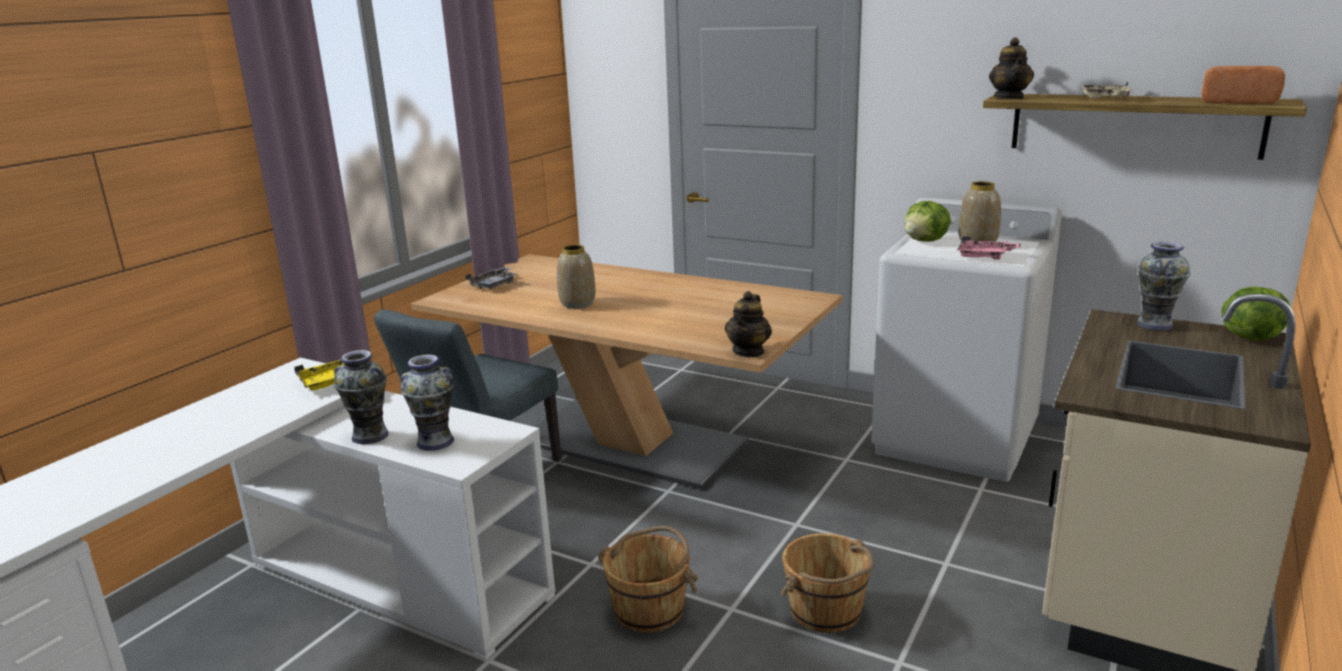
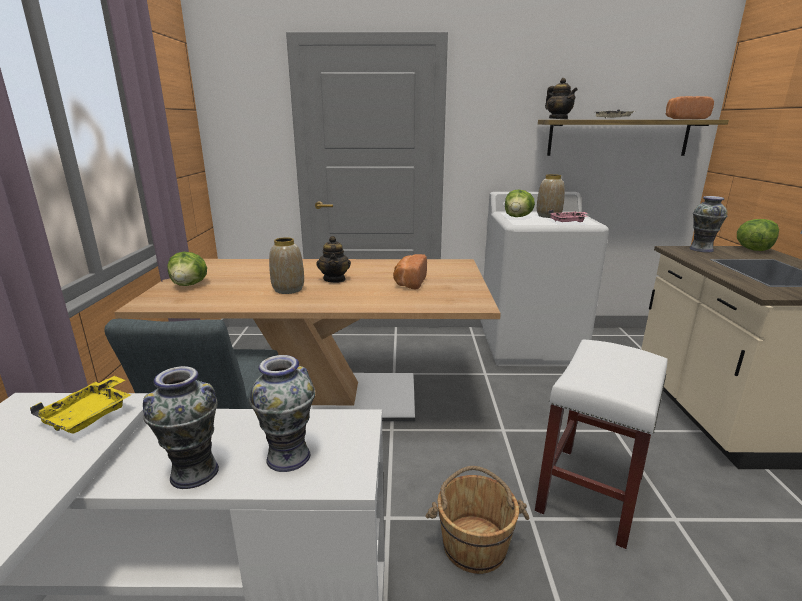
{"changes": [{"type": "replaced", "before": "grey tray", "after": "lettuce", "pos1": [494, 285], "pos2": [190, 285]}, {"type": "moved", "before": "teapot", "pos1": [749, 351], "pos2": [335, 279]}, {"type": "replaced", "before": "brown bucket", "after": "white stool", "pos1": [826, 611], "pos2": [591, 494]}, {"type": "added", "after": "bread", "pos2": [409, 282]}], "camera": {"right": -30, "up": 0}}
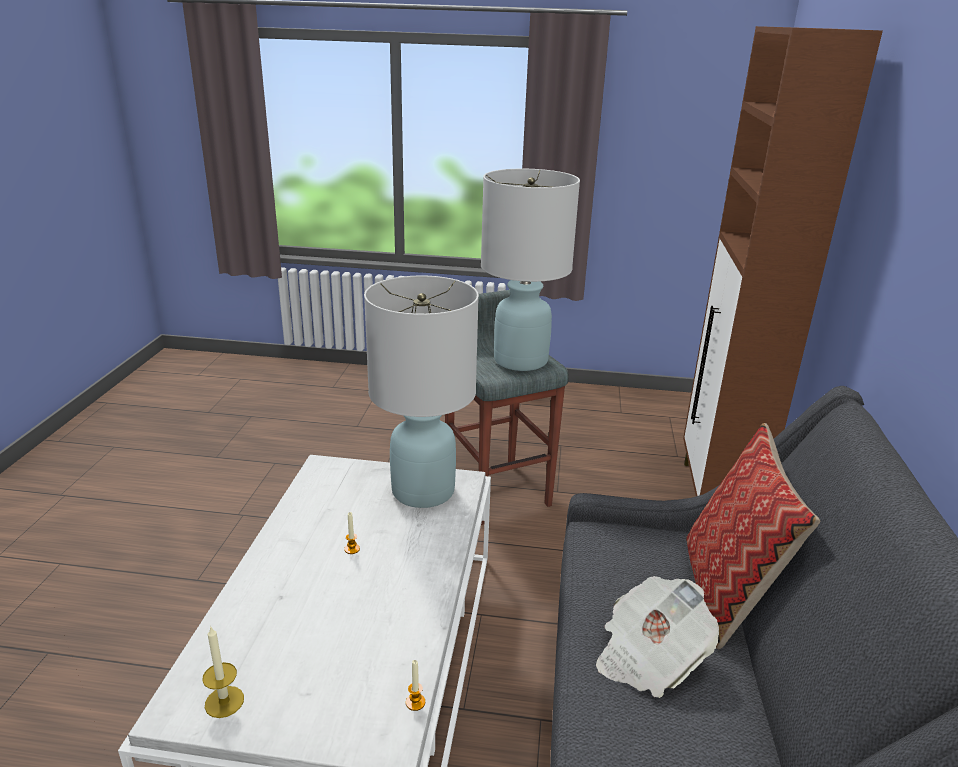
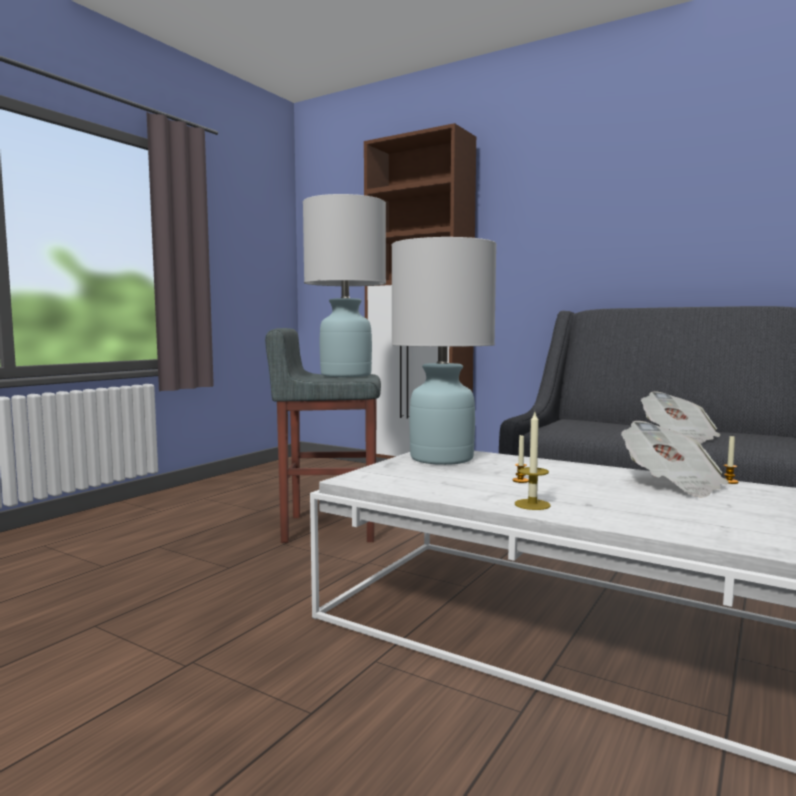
{"changes": [{"type": "moved", "before": "candle", "pos1": [224, 702], "pos2": [532, 504]}, {"type": "removed", "before": "pillow", "pos1": [727, 592]}, {"type": "added", "after": "newspaper", "pos2": [672, 484]}], "camera": {"right": -65, "up": -20}}
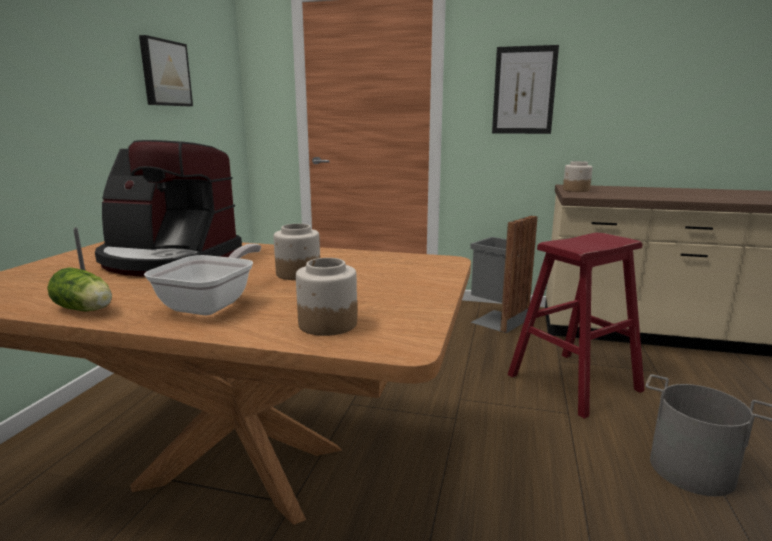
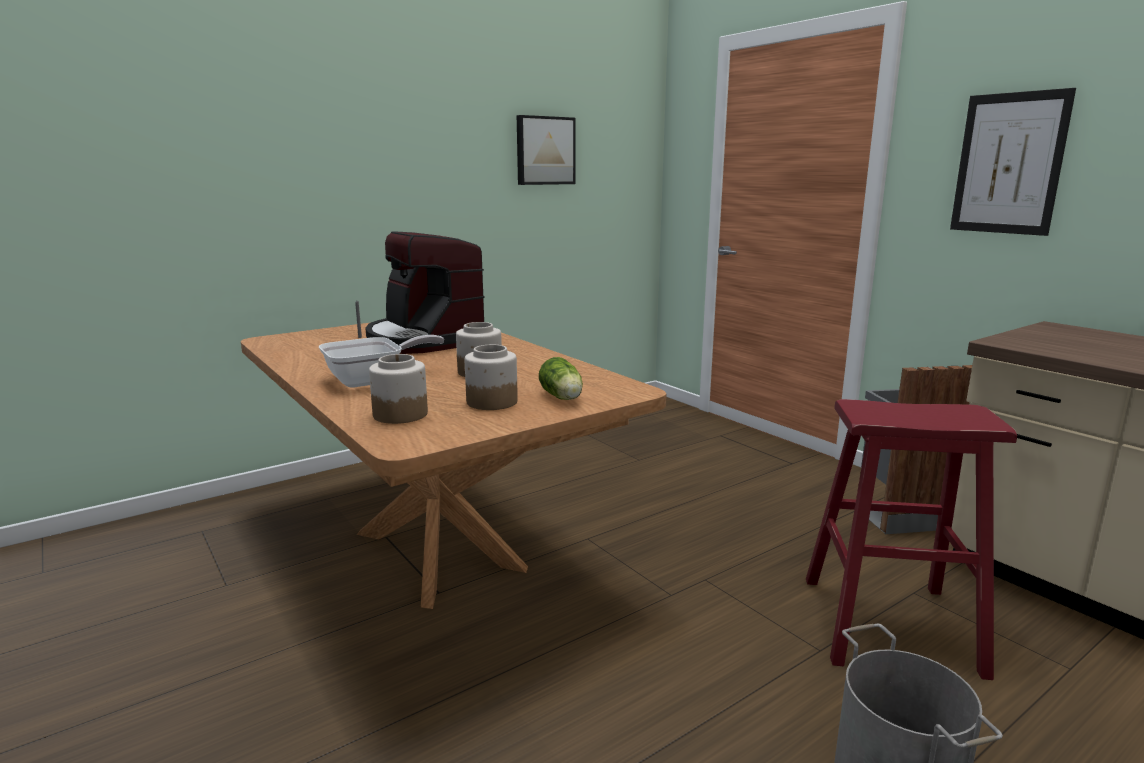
{"changes": [{"type": "moved", "before": "lettuce", "pos1": [86, 310], "pos2": [562, 398]}, {"type": "moved", "before": "jar", "pos1": [576, 190], "pos2": [491, 402]}], "camera": {"right": 40, "up": 0}}
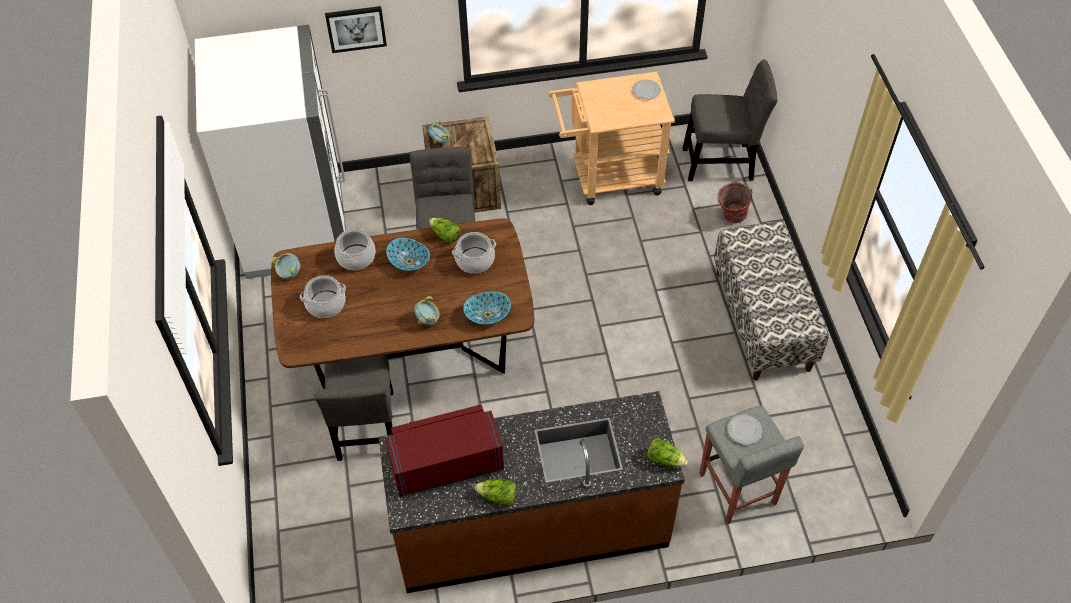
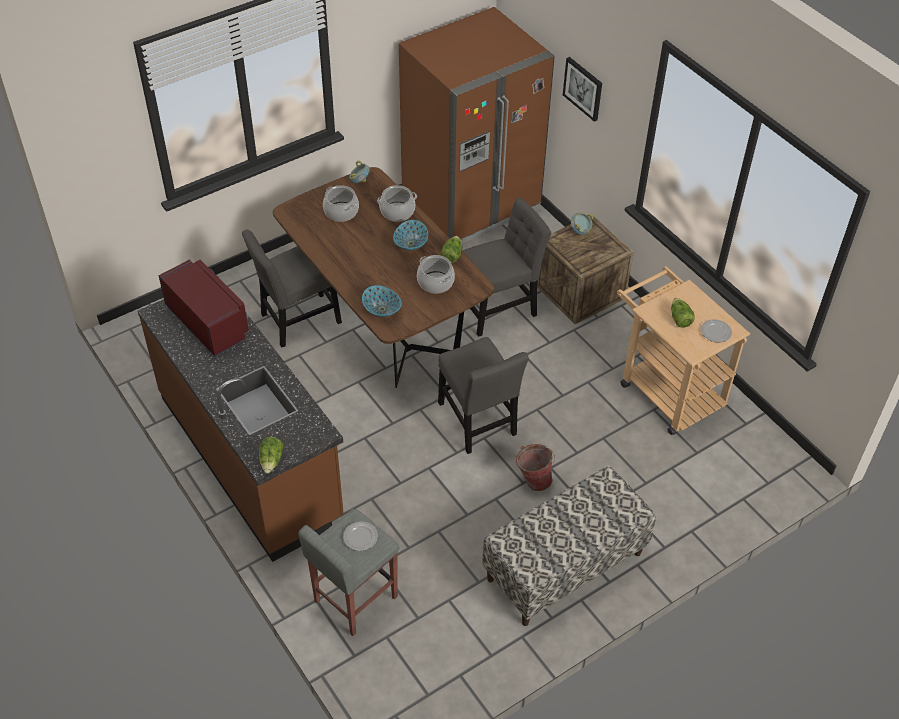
{"changes": [{"type": "recoloured", "before": "white fridge", "after": "brown fridge", "pos1": [295, 226], "pos2": [471, 204]}, {"type": "removed", "before": "bowl", "pos1": [428, 320]}, {"type": "moved", "before": "lettuce", "pos1": [497, 497], "pos2": [679, 319]}, {"type": "moved", "before": "grey chair", "pos1": [722, 163], "pos2": [478, 422]}, {"type": "moved", "before": "bucket", "pos1": [730, 217], "pos2": [533, 479]}], "camera": {"right": 65, "up": -5}}
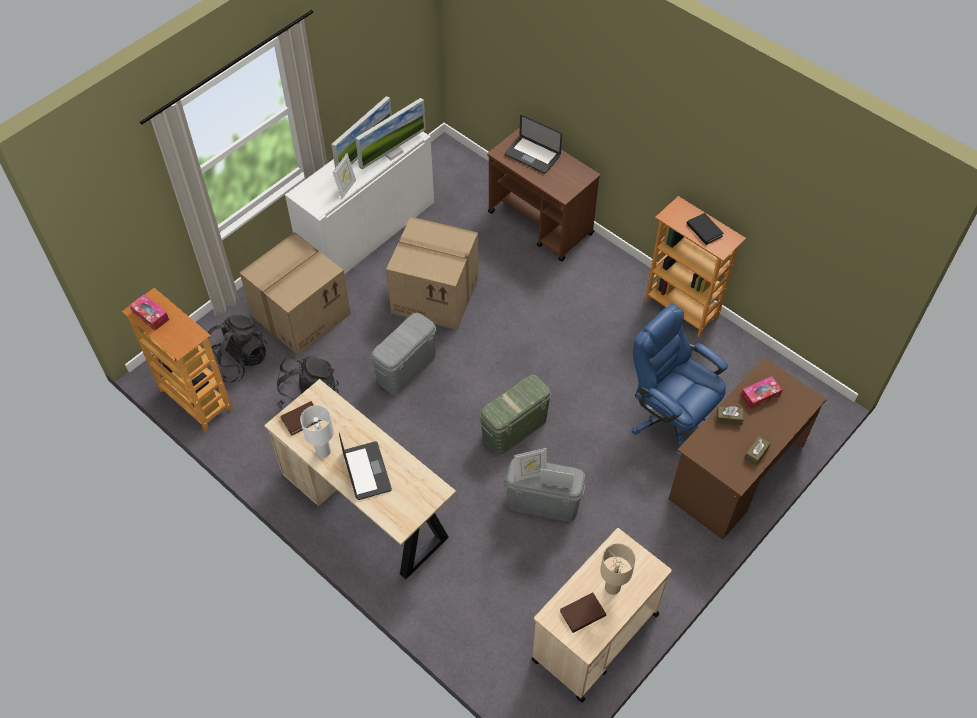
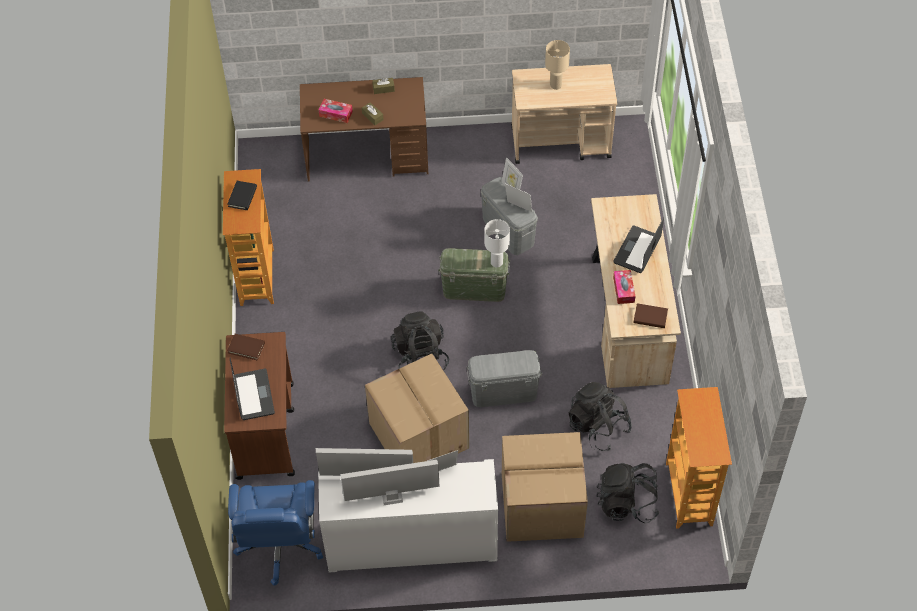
{"changes": [{"type": "moved", "before": "tissue box", "pos1": [150, 316], "pos2": [623, 290]}, {"type": "moved", "before": "white table lamp", "pos1": [322, 451], "pos2": [497, 262]}, {"type": "moved", "before": "brown book", "pos1": [582, 614], "pos2": [246, 348]}, {"type": "moved", "before": "blue office chair", "pos1": [670, 416], "pos2": [280, 545]}, {"type": "added", "after": "black backpack", "pos2": [420, 357]}], "camera": {"right": -135, "up": 0}}
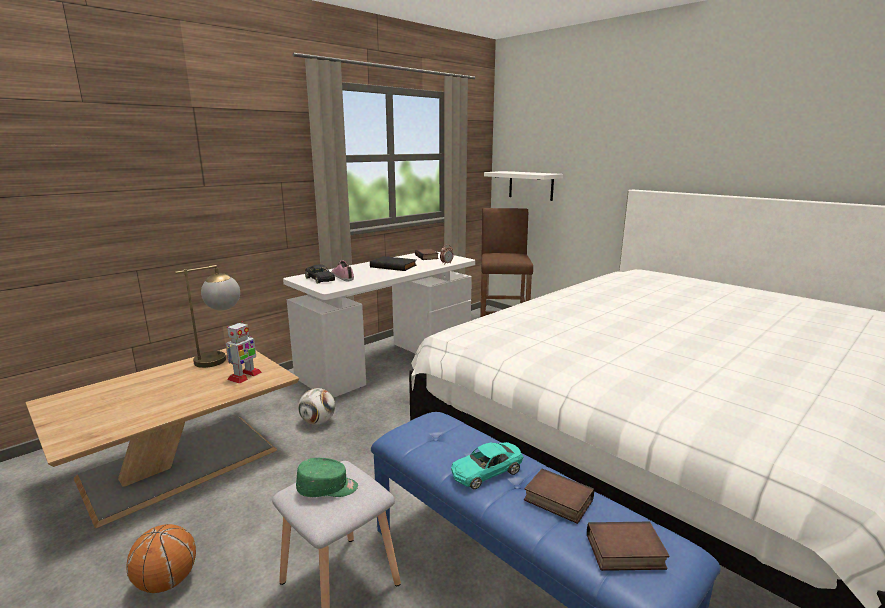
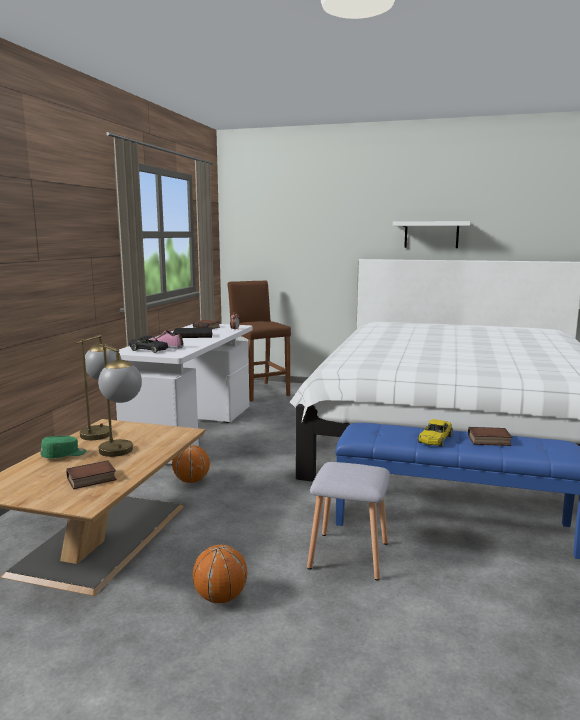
{"changes": [{"type": "removed", "before": "toy robot", "pos1": [244, 376]}, {"type": "moved", "before": "green cap", "pos1": [327, 488], "pos2": [64, 455]}, {"type": "replaced", "before": "football", "after": "basketball", "pos1": [318, 422], "pos2": [191, 481]}, {"type": "recoloured", "before": "turquoise toy car", "after": "yellow toy car", "pos1": [486, 472], "pos2": [435, 439]}, {"type": "moved", "before": "white shelf", "pos1": [531, 185], "pos2": [431, 235]}, {"type": "moved", "before": "book", "pos1": [624, 553], "pos2": [91, 480]}, {"type": "added", "after": "table lamp", "pos2": [121, 454]}], "camera": {"right": -30, "up": -5}}
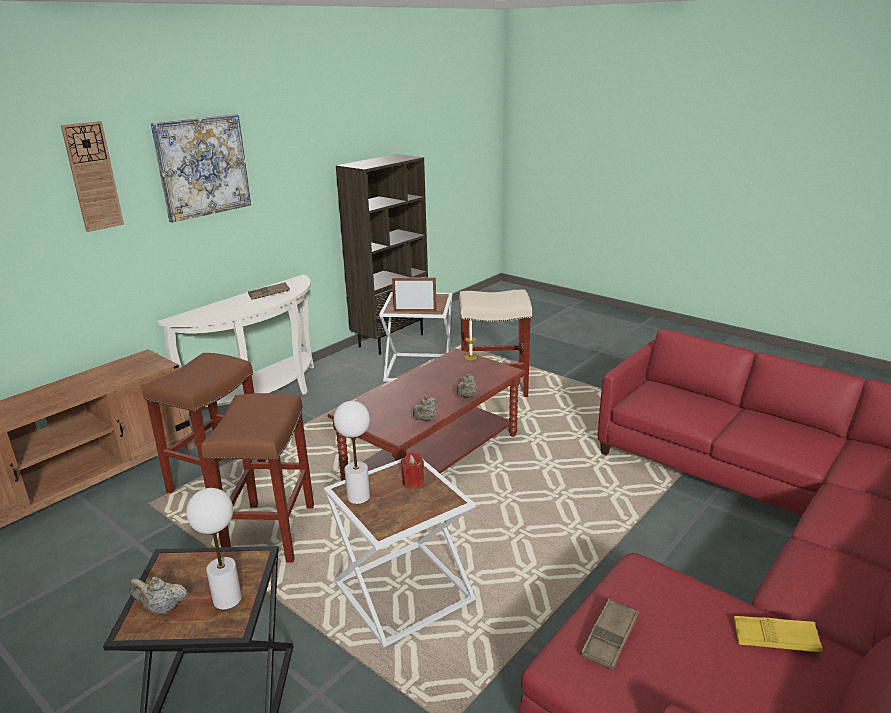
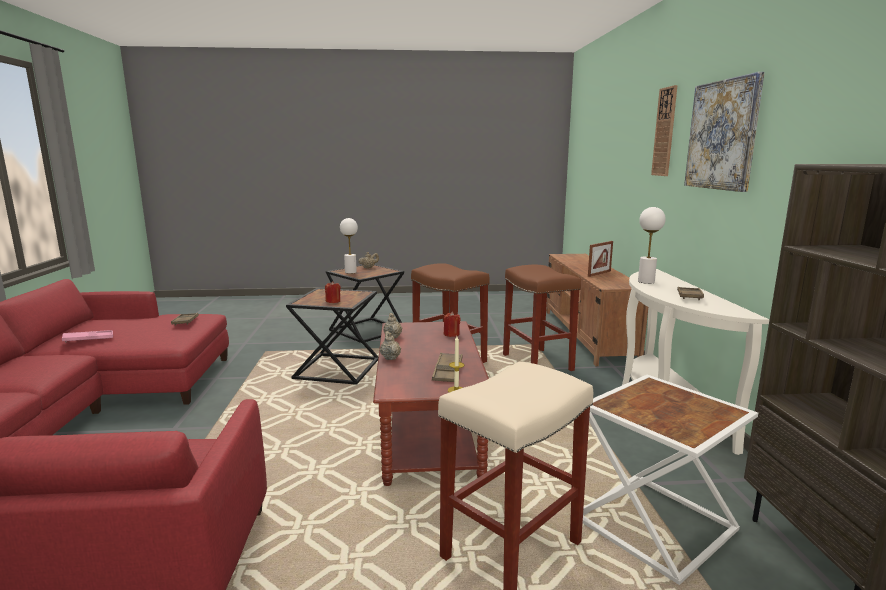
{"changes": [{"type": "recoloured", "before": "white side table", "after": "black side table", "pos1": [404, 589], "pos2": [338, 369]}, {"type": "moved", "before": "white table lamp", "pos1": [359, 497], "pos2": [646, 281]}, {"type": "moved", "before": "picture frame", "pos1": [415, 311], "pos2": [599, 274]}, {"type": "recoloured", "before": "yellow tray", "after": "pink tray", "pos1": [775, 638], "pos2": [88, 339]}, {"type": "added", "after": "brown tray", "pos2": [447, 371]}, {"type": "added", "after": "red candle", "pos2": [451, 334]}], "camera": {"right": 135, "up": -10}}
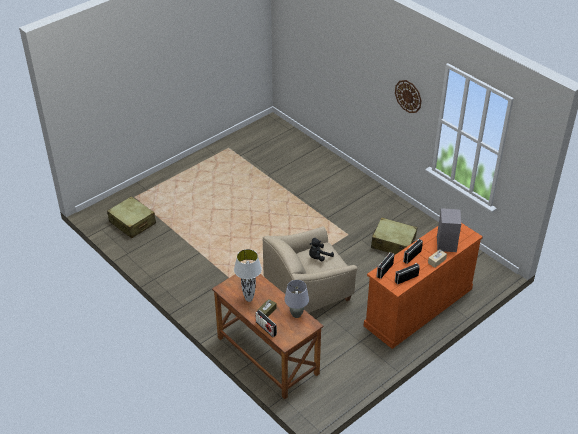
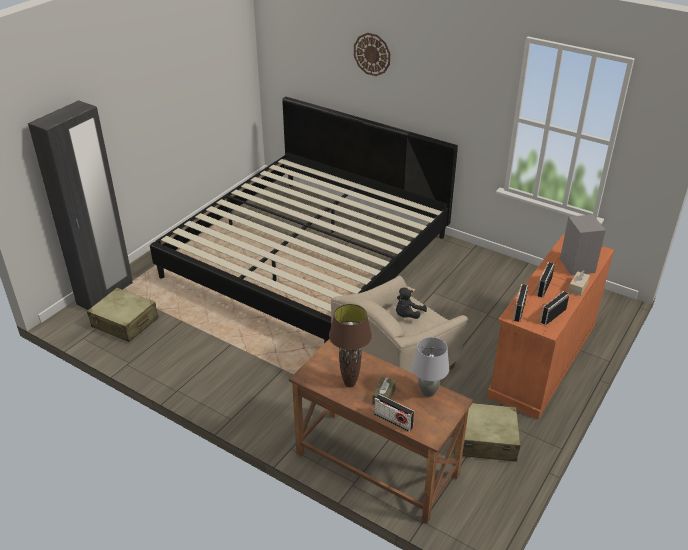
{"changes": [{"type": "recoloured", "before": "white table lamp", "after": "brown table lamp", "pos1": [249, 299], "pos2": [350, 384]}, {"type": "moved", "before": "beige suitcase", "pos1": [393, 243], "pos2": [483, 439]}, {"type": "moved", "before": "wall clock", "pos1": [408, 96], "pos2": [372, 54]}, {"type": "added", "after": "black wardrobe", "pos2": [105, 294]}, {"type": "added", "after": "bed", "pos2": [307, 256]}], "camera": {"right": -15, "up": -5}}
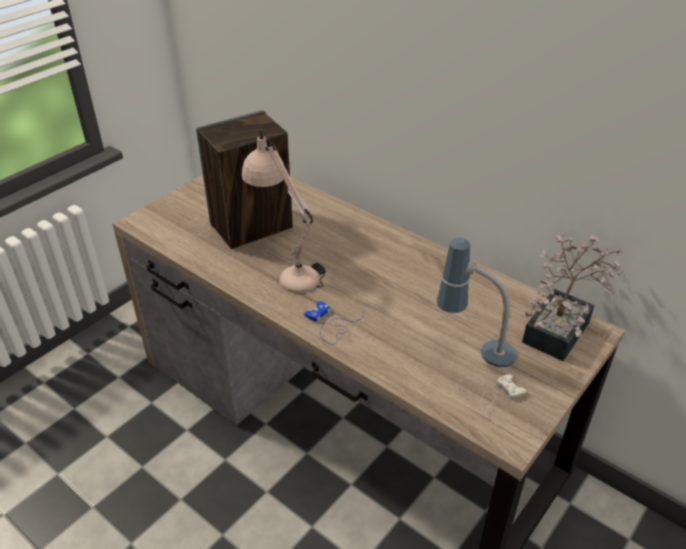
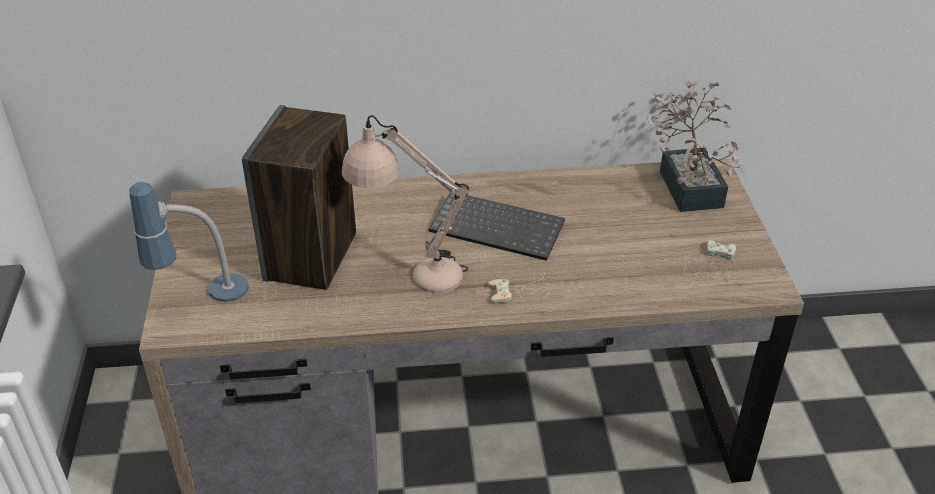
{"changes": [{"type": "recoloured", "before": "blue game controller", "after": "beige game controller", "pos1": [331, 325], "pos2": [525, 295]}, {"type": "moved", "before": "table lamp", "pos1": [473, 350], "pos2": [201, 298]}, {"type": "added", "after": "keyboard", "pos2": [499, 227]}], "camera": {"right": -45, "up": 0}}
